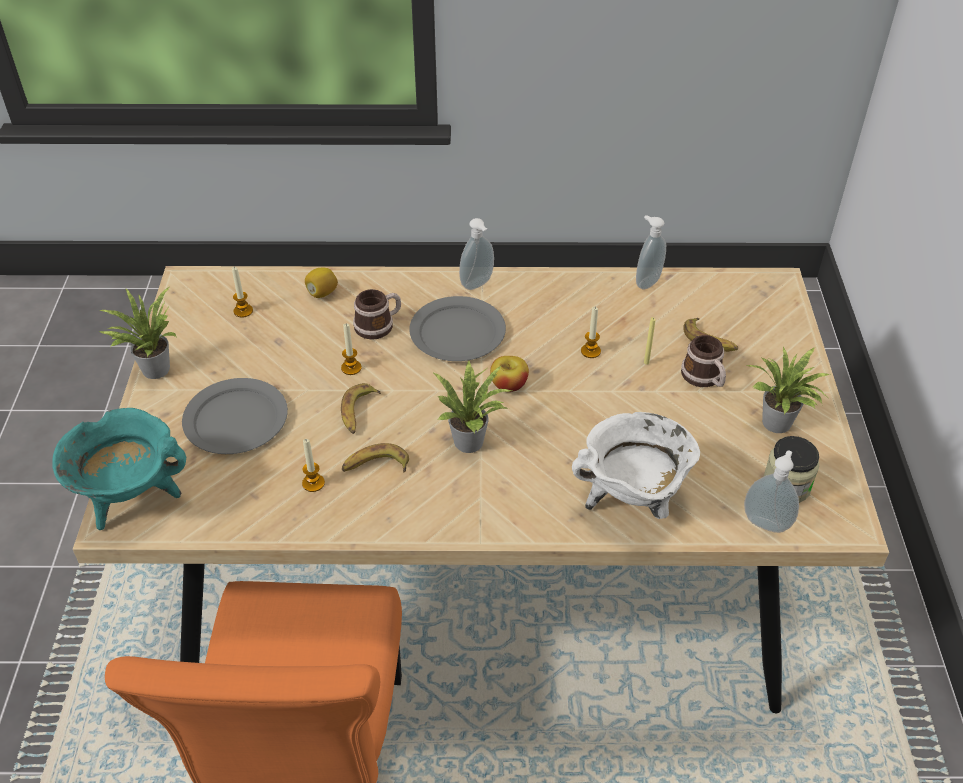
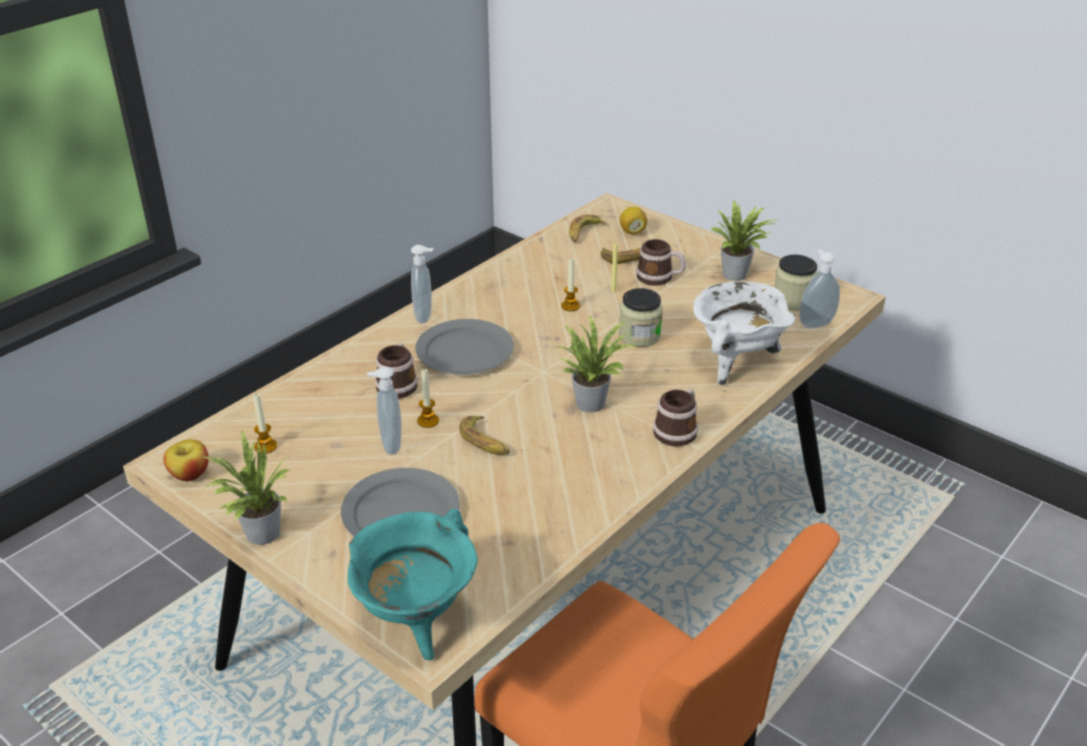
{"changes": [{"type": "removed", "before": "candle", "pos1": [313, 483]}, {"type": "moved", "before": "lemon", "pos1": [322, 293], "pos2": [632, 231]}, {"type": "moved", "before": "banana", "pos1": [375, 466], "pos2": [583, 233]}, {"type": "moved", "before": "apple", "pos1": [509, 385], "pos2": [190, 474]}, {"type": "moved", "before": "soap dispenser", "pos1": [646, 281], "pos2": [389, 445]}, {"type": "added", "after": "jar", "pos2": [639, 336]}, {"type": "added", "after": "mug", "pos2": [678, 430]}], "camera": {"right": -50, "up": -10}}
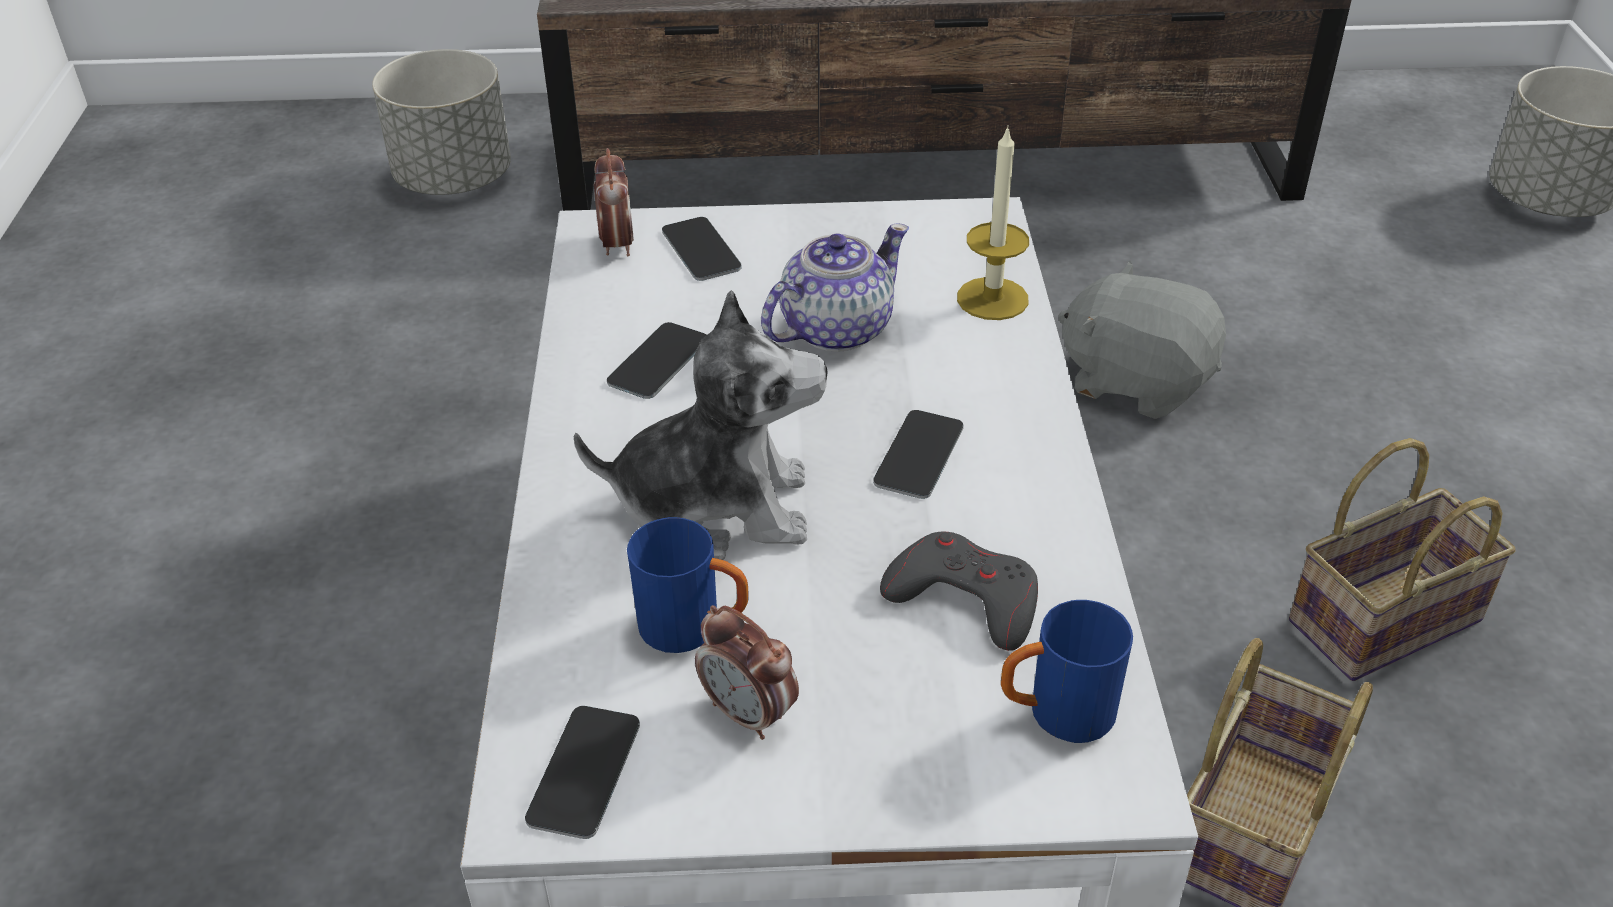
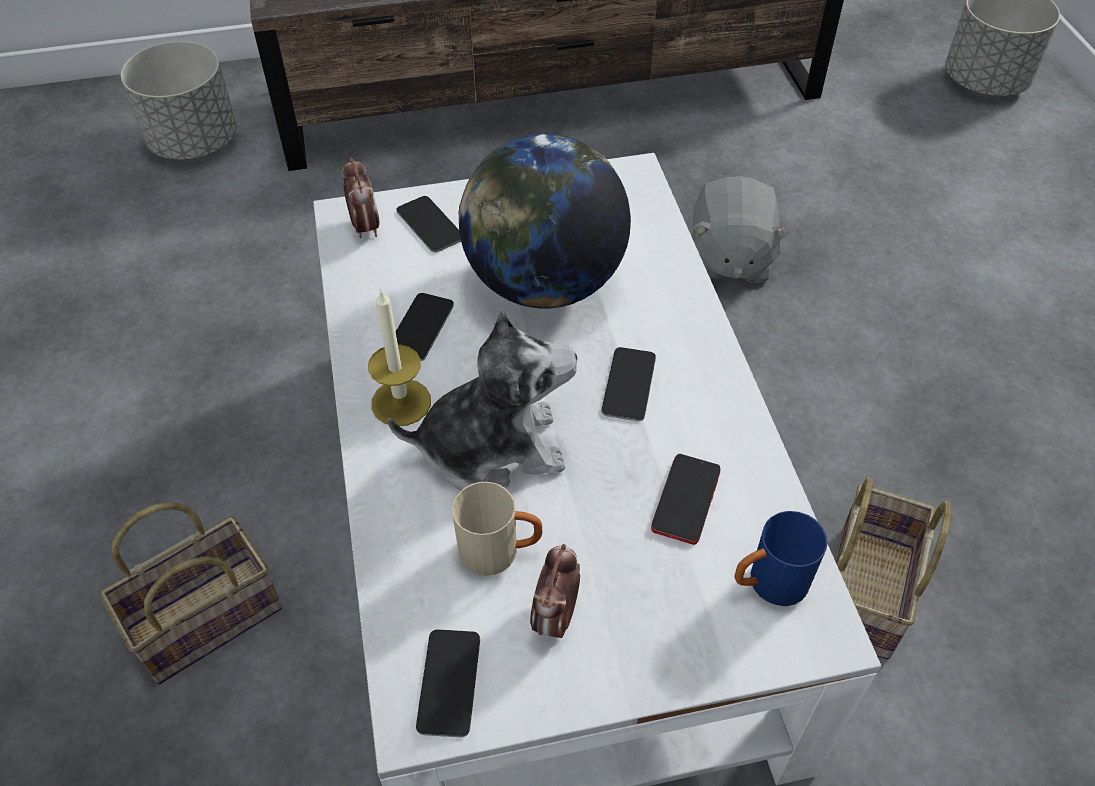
{"changes": [{"type": "recoloured", "before": "blue mug", "after": "beige mug", "pos1": [694, 628], "pos2": [500, 551]}, {"type": "turned", "before": "alarm clock", "pos1": [749, 714], "pos2": [555, 617], "turn": 75}, {"type": "replaced", "before": "teapot", "after": "globe", "pos1": [834, 329], "pos2": [544, 284]}, {"type": "replaced", "before": "grey game controller", "after": "phone", "pos1": [964, 598], "pos2": [686, 499]}, {"type": "moved", "before": "candle", "pos1": [992, 299], "pos2": [401, 402]}, {"type": "turned", "before": "grey plush toy", "pos1": [1136, 381], "pos2": [729, 258], "turn": -105}, {"type": "moved", "before": "basket", "pos1": [1385, 616], "pos2": [208, 615]}], "camera": {"right": -10, "up": 10}}
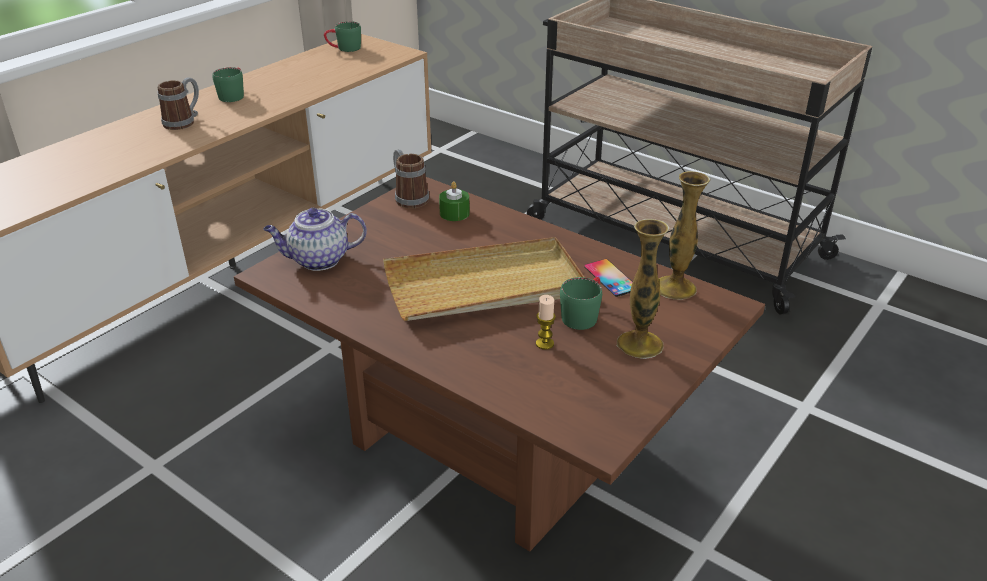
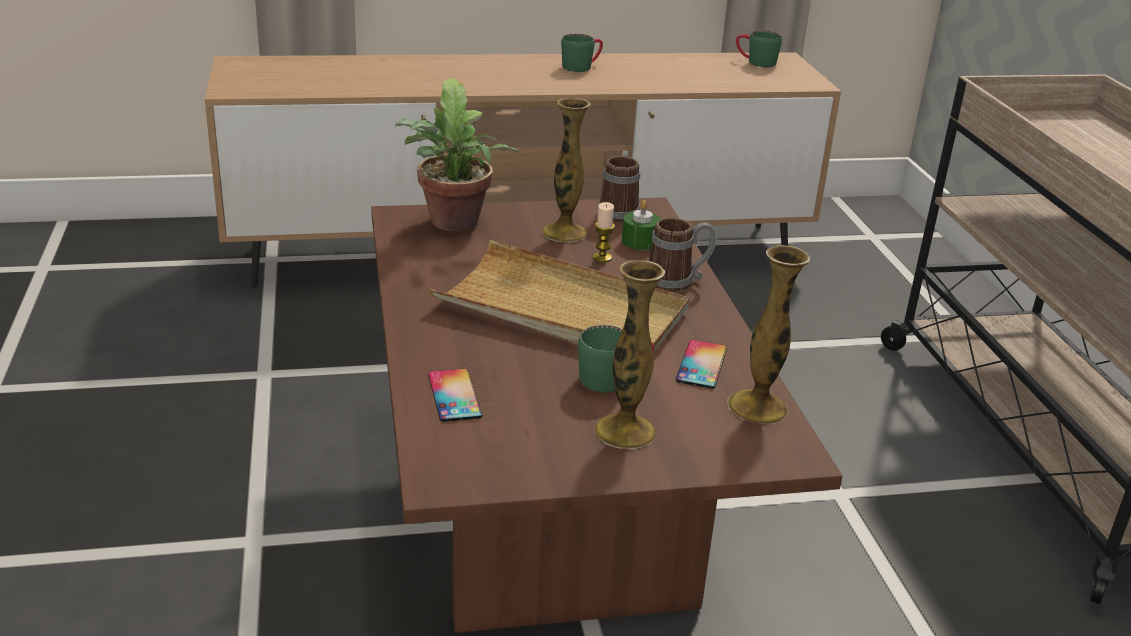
{"changes": [{"type": "moved", "before": "mug", "pos1": [184, 122], "pos2": [677, 282]}, {"type": "replaced", "before": "teapot", "after": "potted plant", "pos1": [318, 260], "pos2": [454, 224]}, {"type": "moved", "before": "candle", "pos1": [544, 343], "pos2": [602, 258]}, {"type": "added", "after": "phone", "pos2": [454, 395]}, {"type": "added", "after": "vase", "pos2": [564, 233]}], "camera": {"right": 40, "up": -5}}
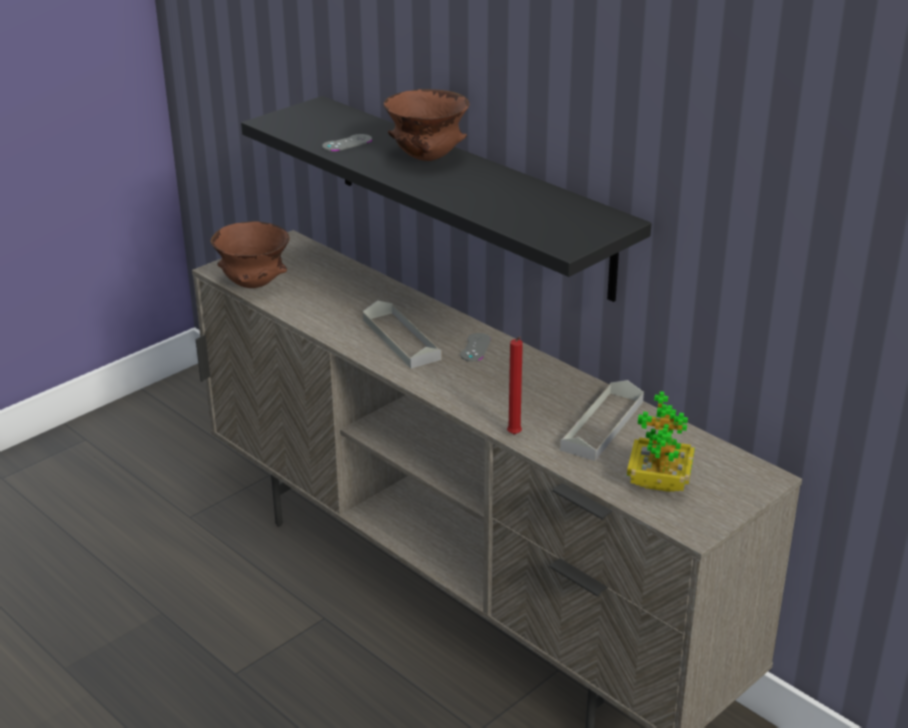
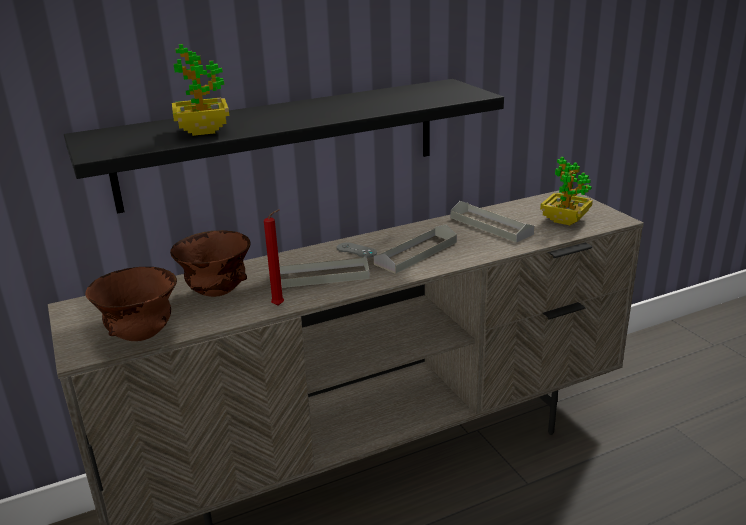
{"changes": [{"type": "replaced", "before": "grey game controller", "after": "potted plant", "pos1": [347, 143], "pos2": [203, 131]}, {"type": "moved", "before": "brown bowl", "pos1": [427, 158], "pos2": [216, 293]}, {"type": "moved", "before": "red candle", "pos1": [514, 436], "pos2": [280, 305]}, {"type": "added", "after": "grey tray", "pos2": [416, 253]}], "camera": {"right": -70, "up": -5}}
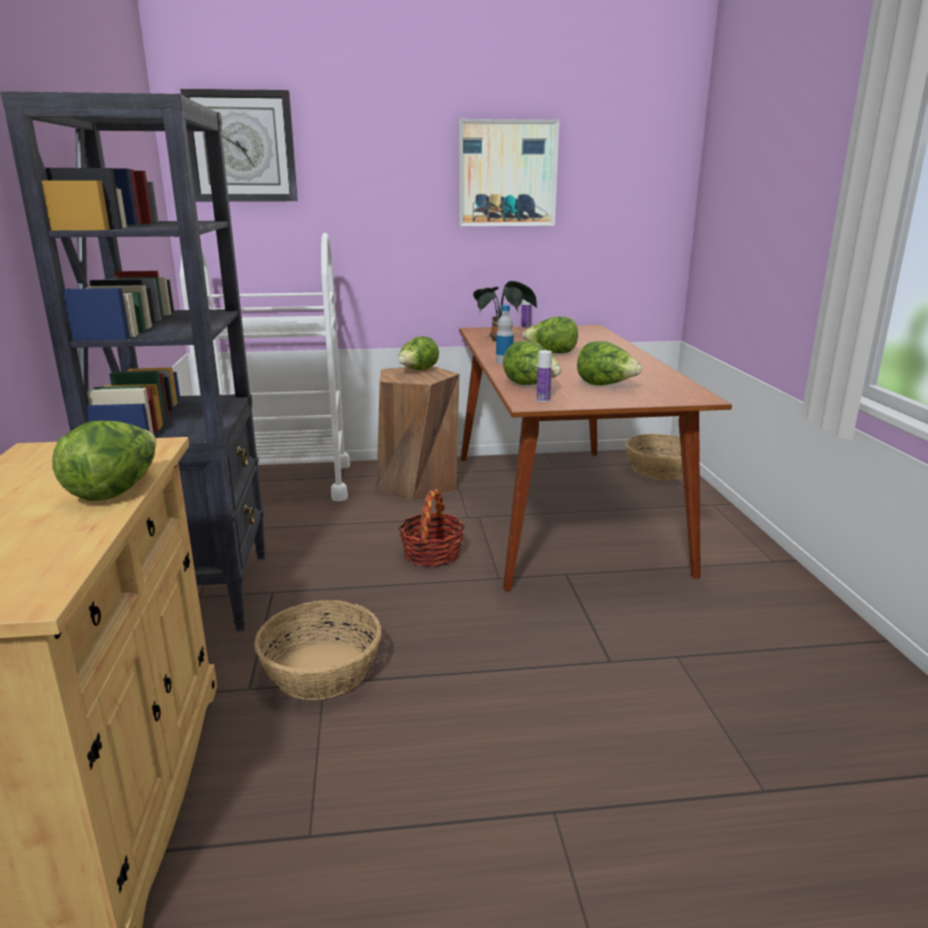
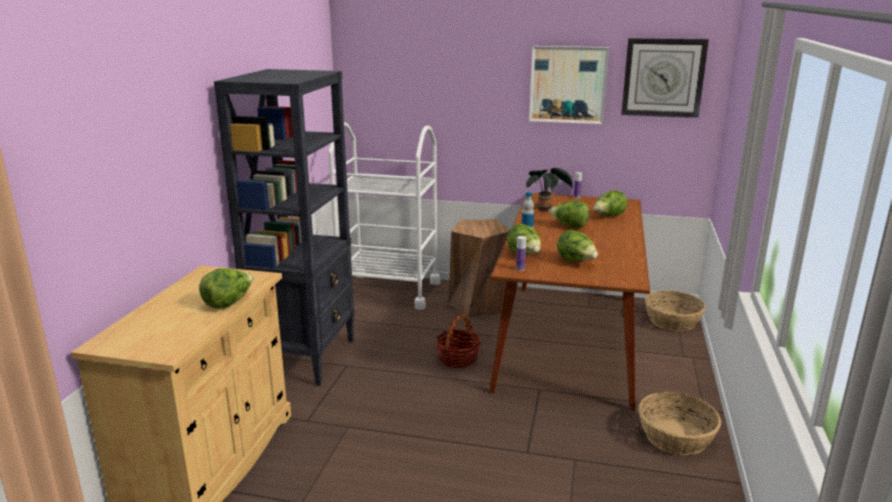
{"changes": [{"type": "moved", "before": "wall clock", "pos1": [241, 147], "pos2": [663, 77]}, {"type": "moved", "before": "basket", "pos1": [321, 670], "pos2": [675, 436]}, {"type": "moved", "before": "lettuce", "pos1": [418, 371], "pos2": [608, 216]}], "camera": {"right": 20, "up": 0}}
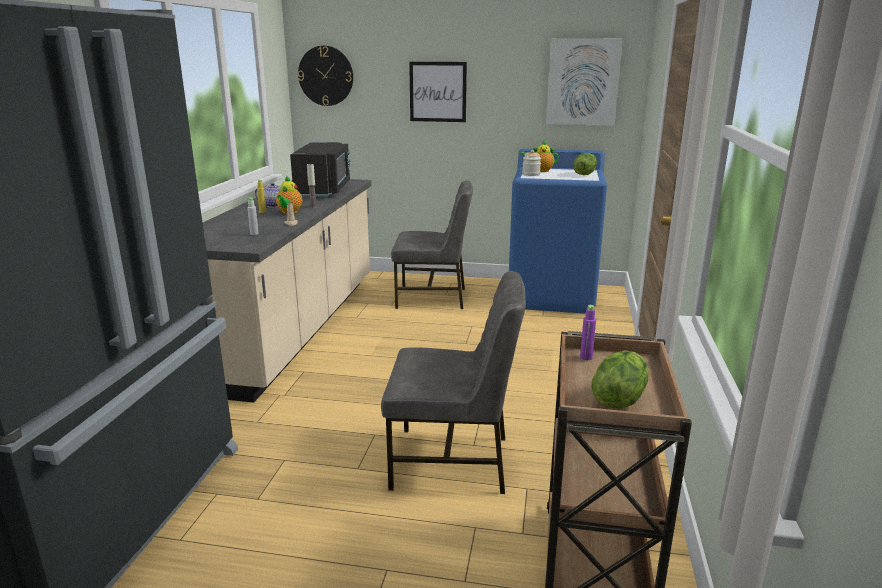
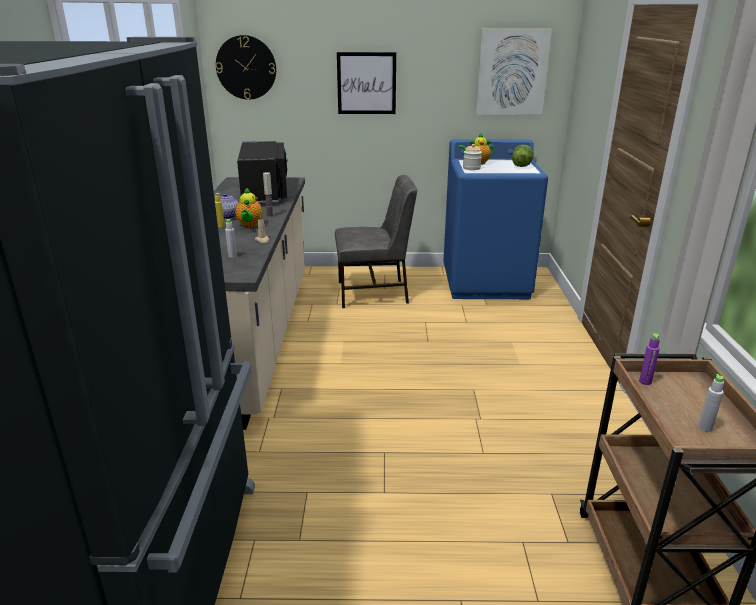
{"changes": [{"type": "removed", "before": "grey chair", "pos1": [453, 461]}, {"type": "replaced", "before": "lettuce", "after": "grey bottle", "pos1": [618, 399], "pos2": [705, 428]}], "camera": {"right": -10, "up": 5}}
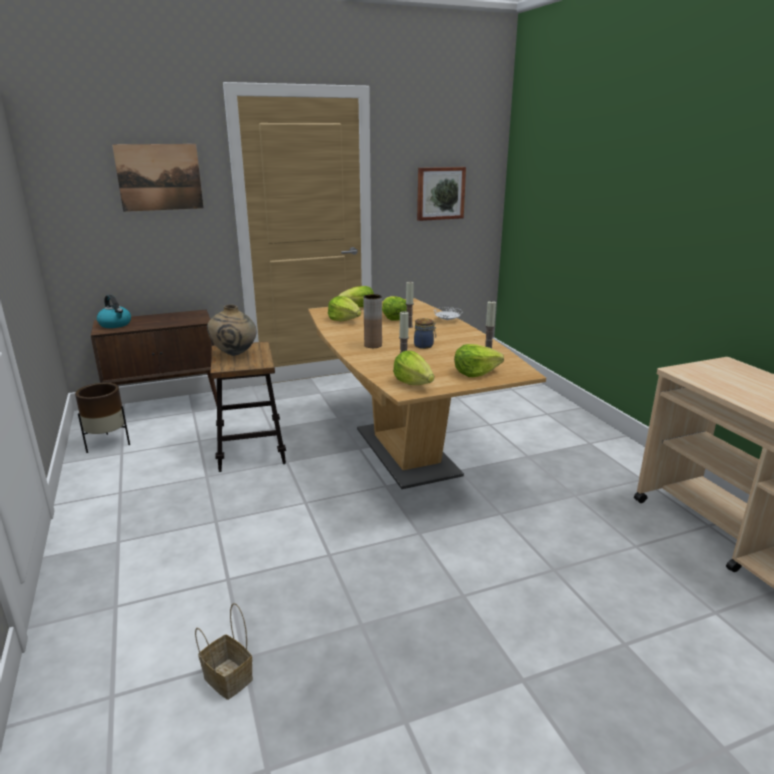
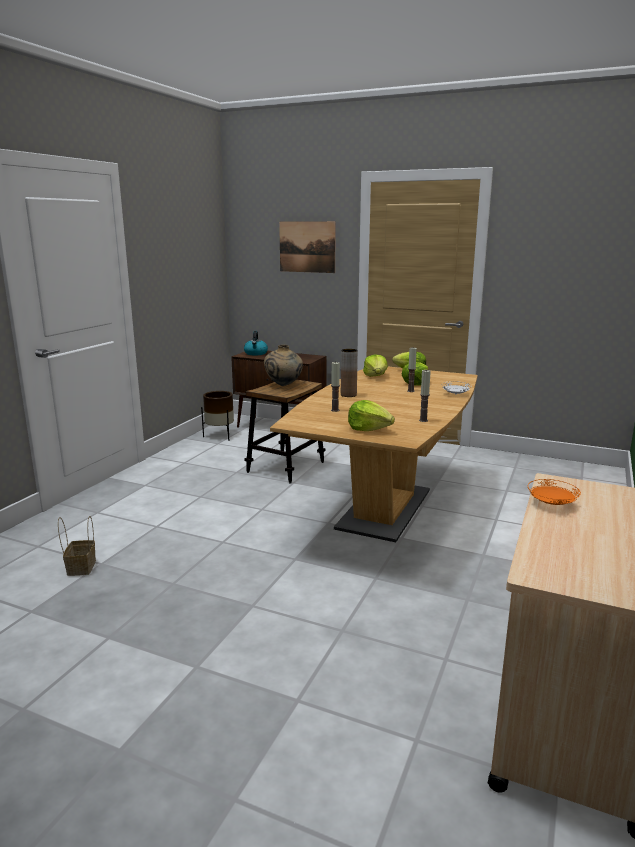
{"changes": [{"type": "removed", "before": "lettuce", "pos1": [413, 383]}, {"type": "removed", "before": "jar", "pos1": [424, 346]}, {"type": "removed", "before": "picture", "pos1": [440, 193]}, {"type": "added", "after": "orange plate", "pos2": [551, 504]}], "camera": {"right": 45, "up": -5}}
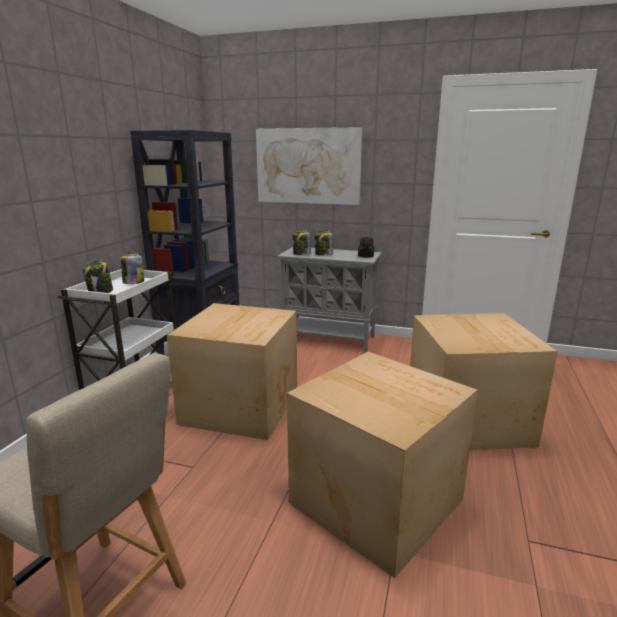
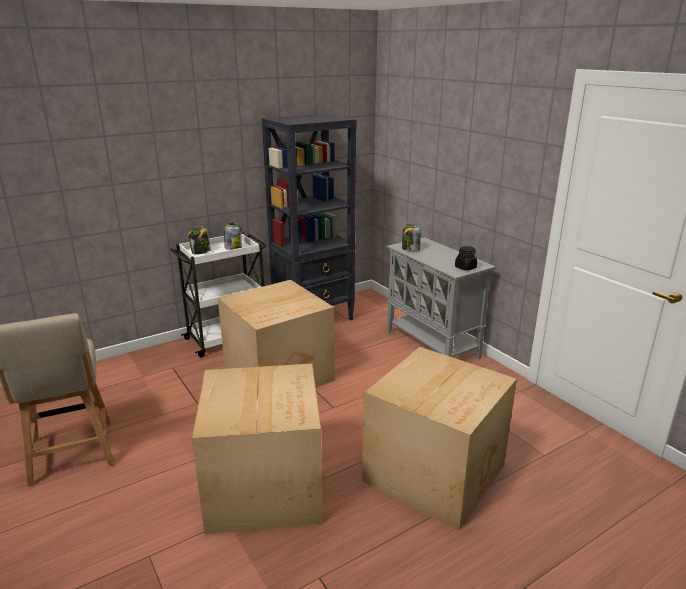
{"changes": [{"type": "removed", "before": "picture", "pos1": [308, 166]}, {"type": "removed", "before": "jar", "pos1": [323, 254]}], "camera": {"right": 40, "up": 5}}
